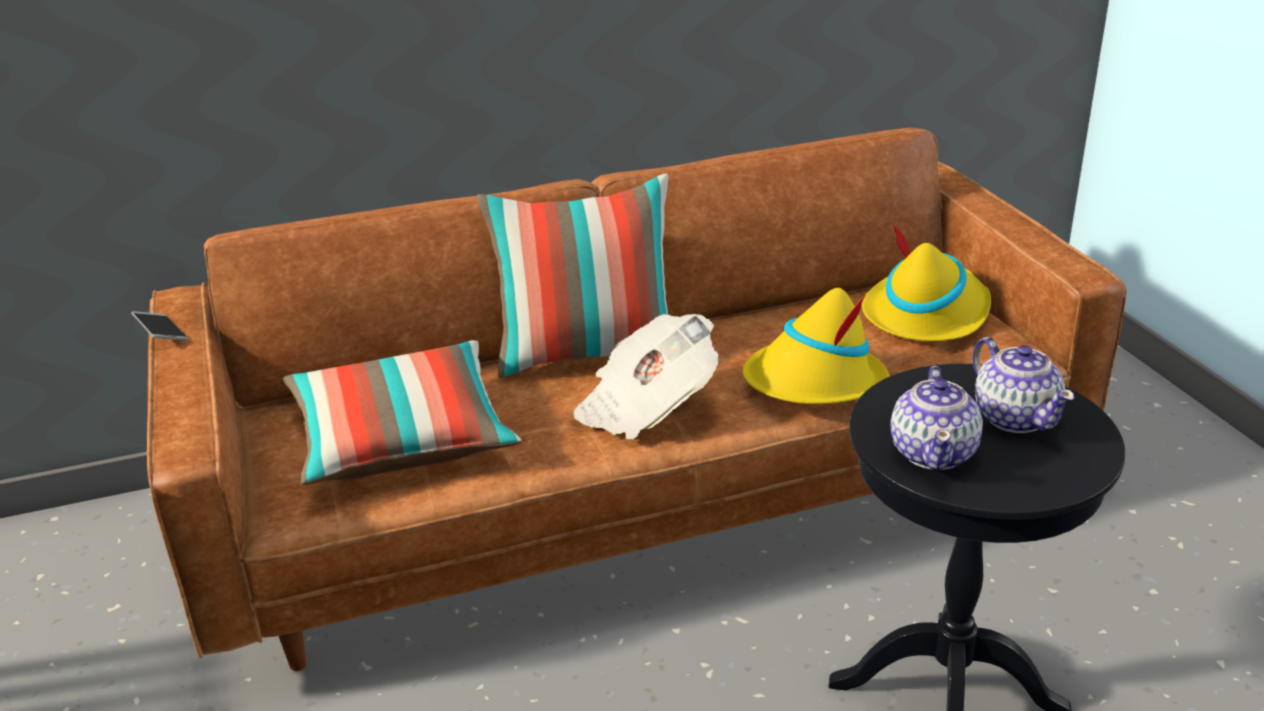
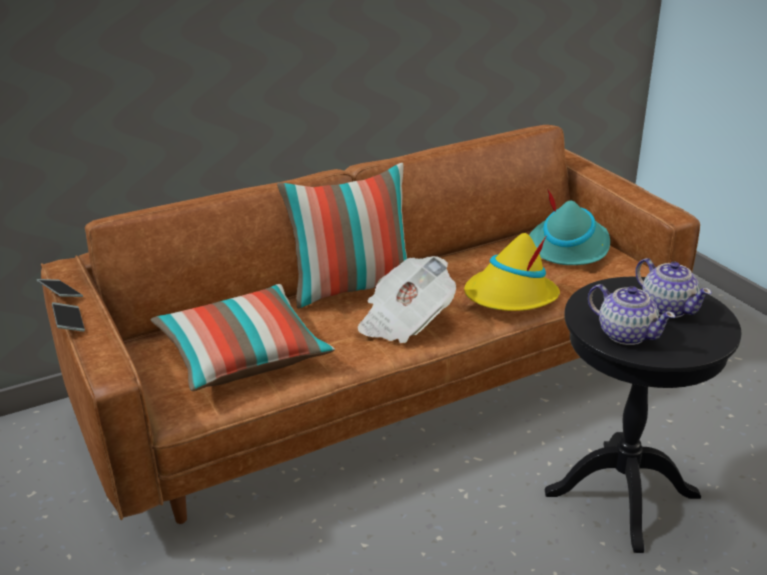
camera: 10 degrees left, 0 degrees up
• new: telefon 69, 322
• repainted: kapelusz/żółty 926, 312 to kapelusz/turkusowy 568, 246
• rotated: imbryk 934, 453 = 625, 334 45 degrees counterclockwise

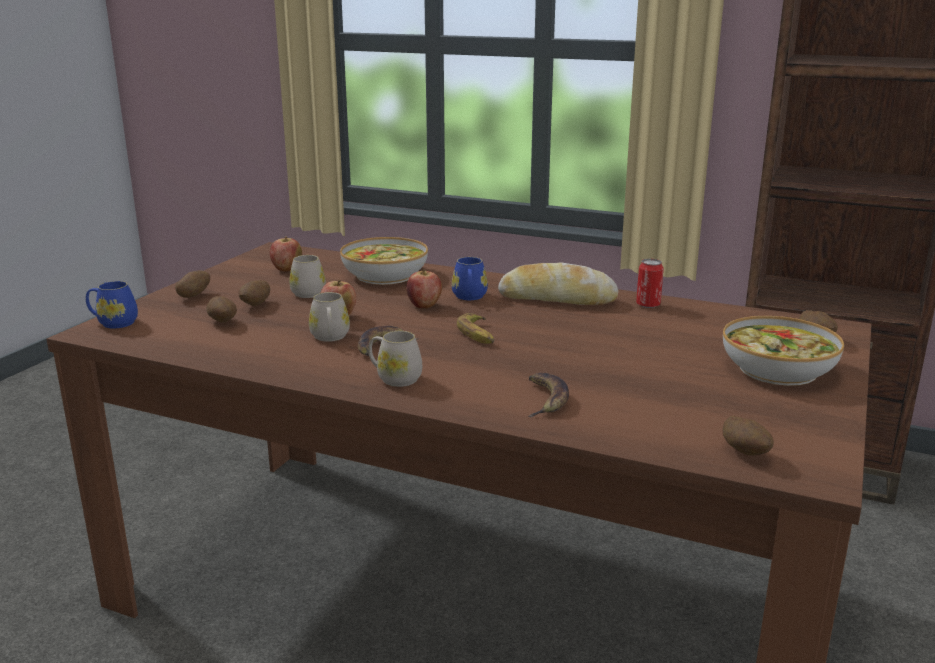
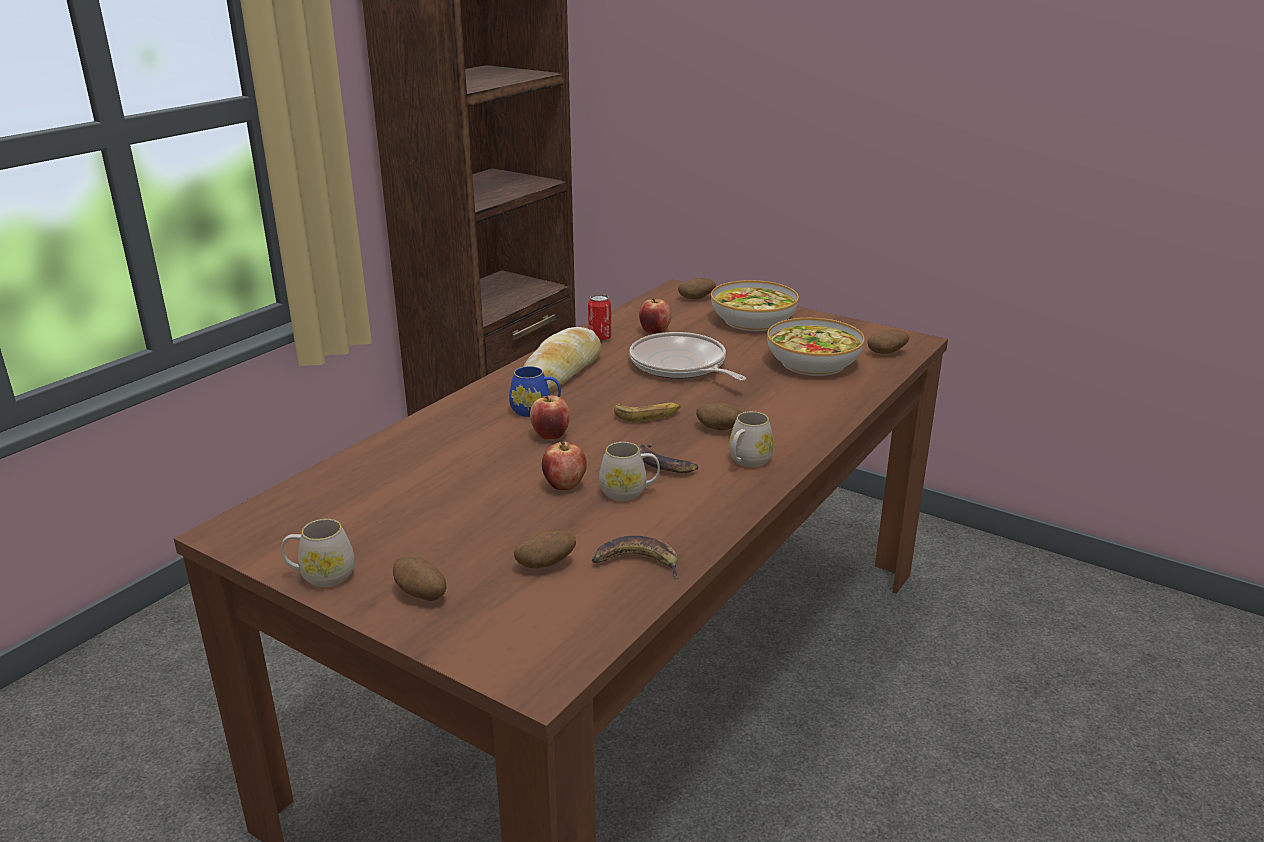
camera: 80 degrees left, 5 degrees up
• shifted: kubek/biały 307, 292 to 321, 576
• shifted: banan 545, 399 to 636, 563
• new: patelnia 681, 366
• shifted: jabłko 287, 269 to 655, 332
• shifted: ziemniak 256, 305 to 719, 429
• shifted: miska 384, 275 to 812, 363
• gone: kubek/niebieski 113, 323

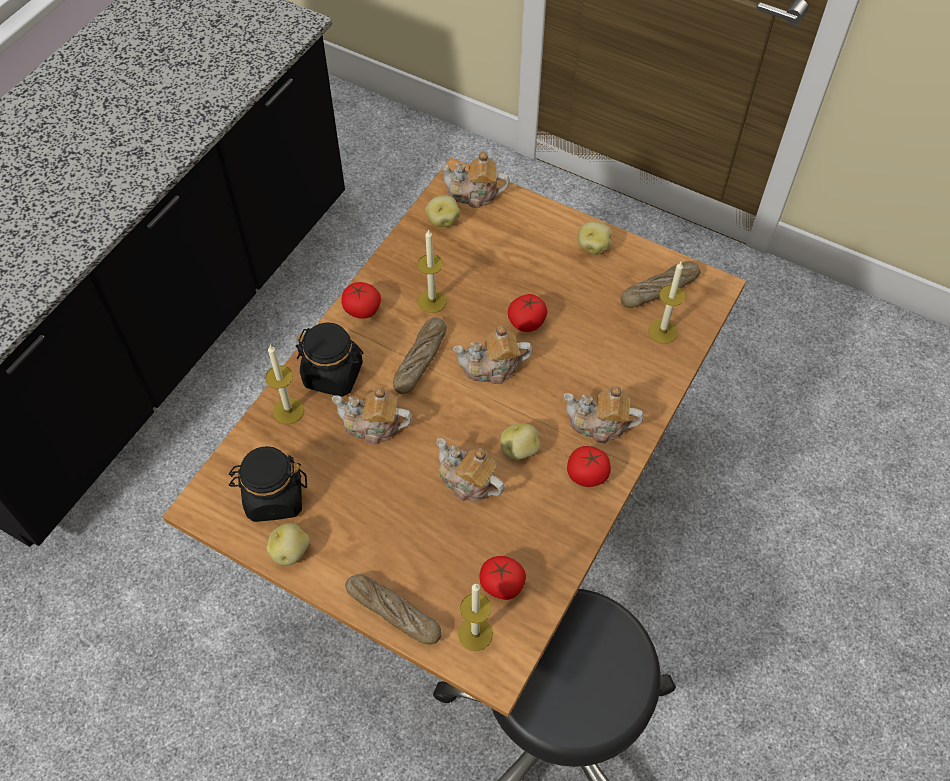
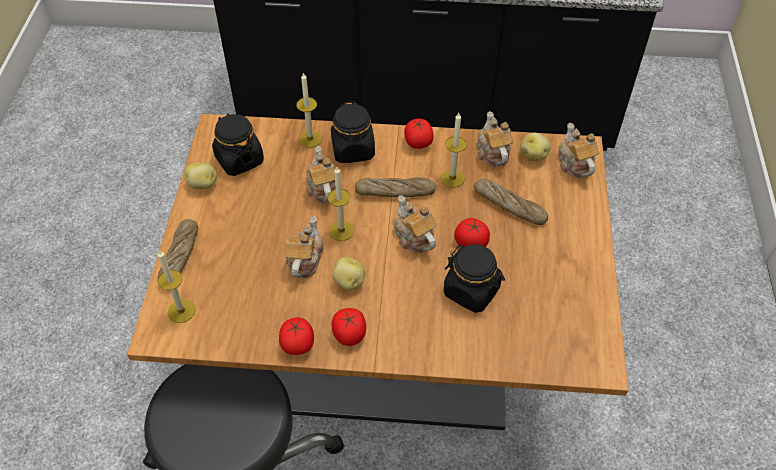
camera: 65 degrees right, 5 degrees down
• shifted: pomidor 501, 584 to 297, 344
• shifted: świeca 662, 331 to 341, 230
• new: słoik/czarny 471, 291
• shifted: chleb 659, 289 to 509, 206
• shifted: imbryk 599, 425 to 492, 152
• gone: ziemniak 593, 246

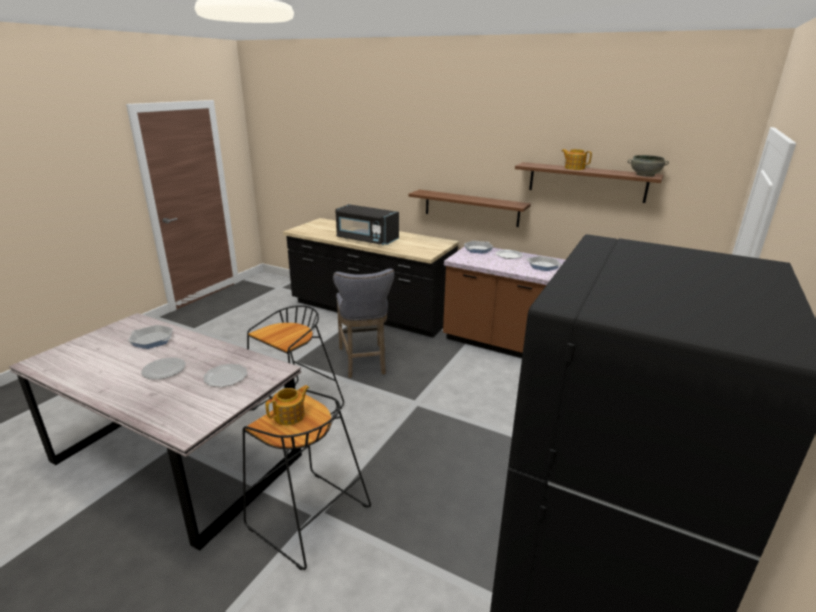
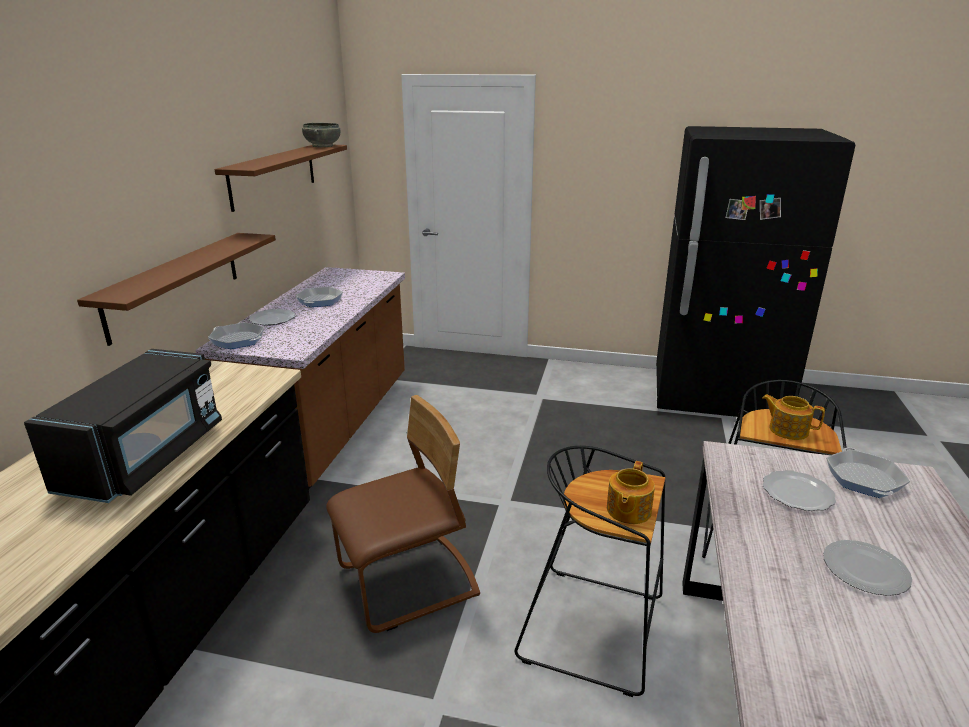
camera: 105 degrees left, 0 degrees up
• swapped: stołek/szary 363, 362 to krzesło/brązowy 408, 583
• shifted: imbryk 574, 168 to 627, 510
• shifted: patelnia 152, 340 to 864, 479

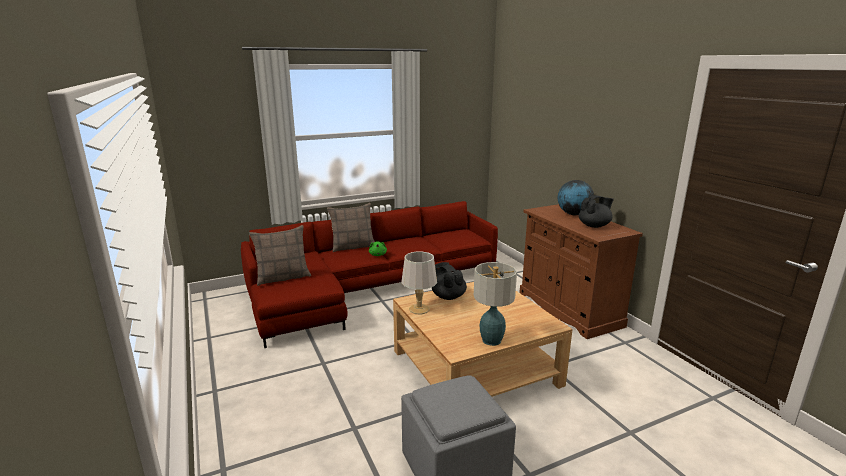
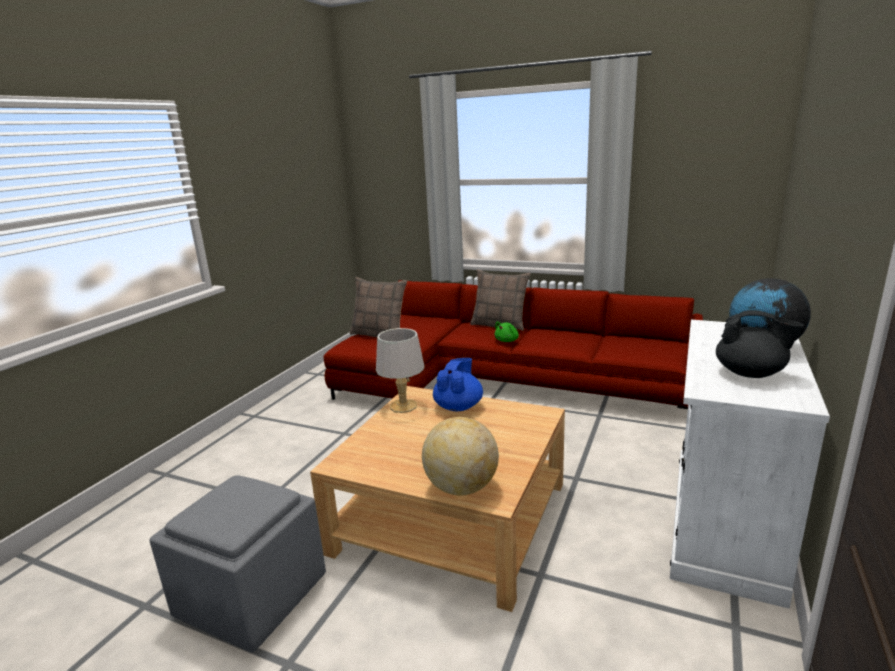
camera: 50 degrees right, 0 degrees up
• new: globus 461, 487
• repainted: imbryk/czarny 448, 296 to imbryk/niebieski 458, 406
• repainted: szafka/brązowy 568, 309 to szafka/biały 723, 522
• gone: lampa stołowa 491, 340

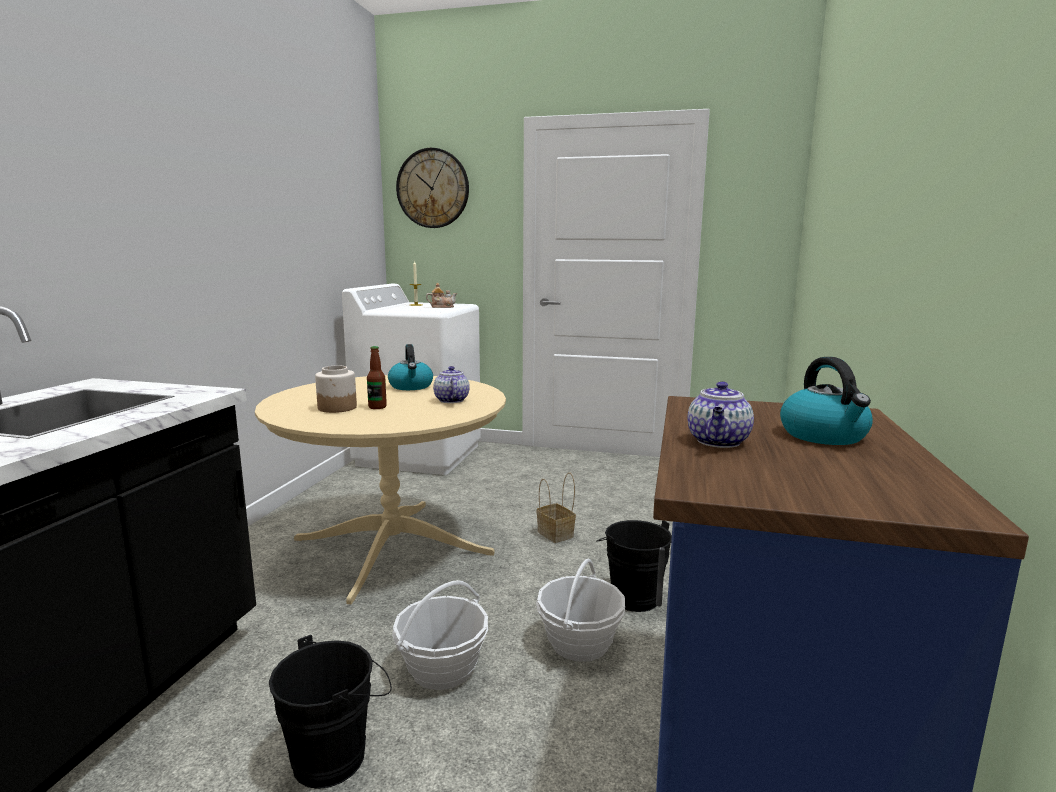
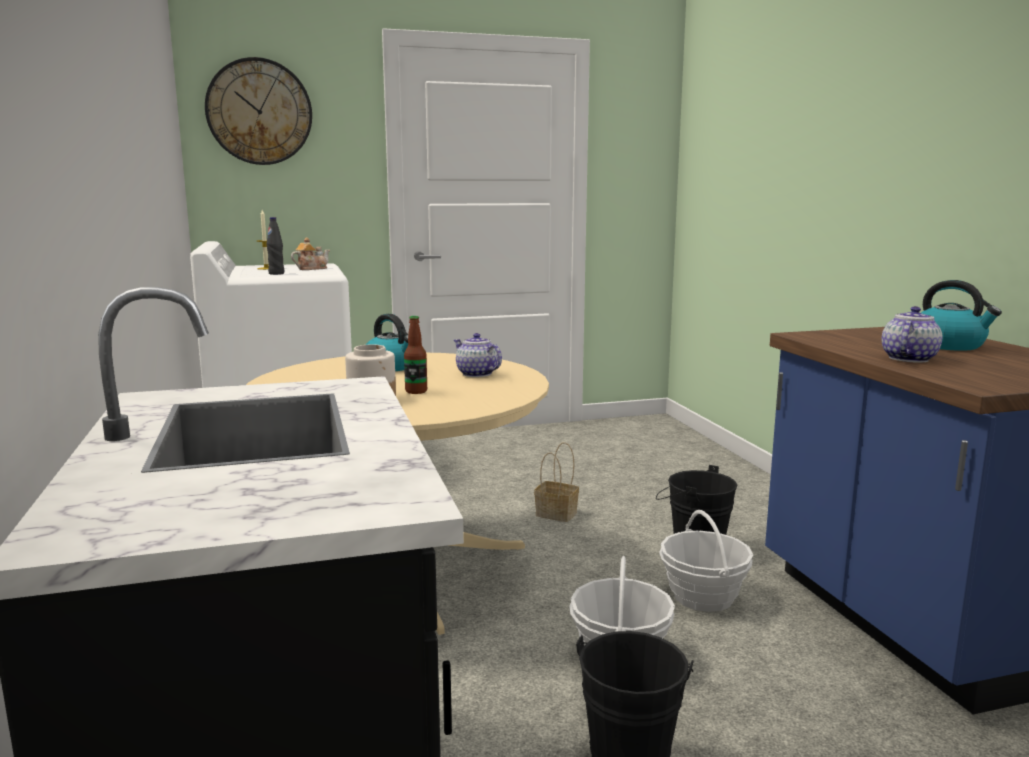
camera: 30 degrees left, 0 degrees up
• new: butelka/czarny 276, 273
• rotated: imbryk 718, 442 = 908, 358 135 degrees counterclockwise

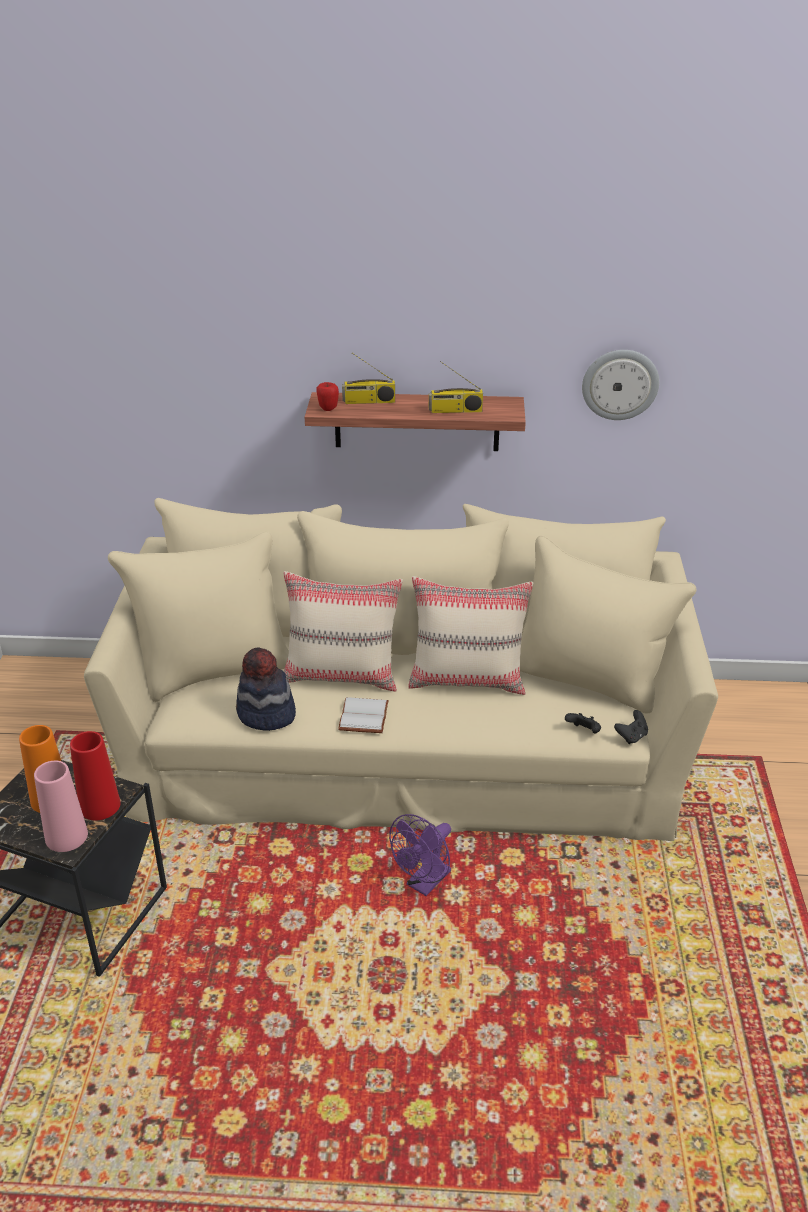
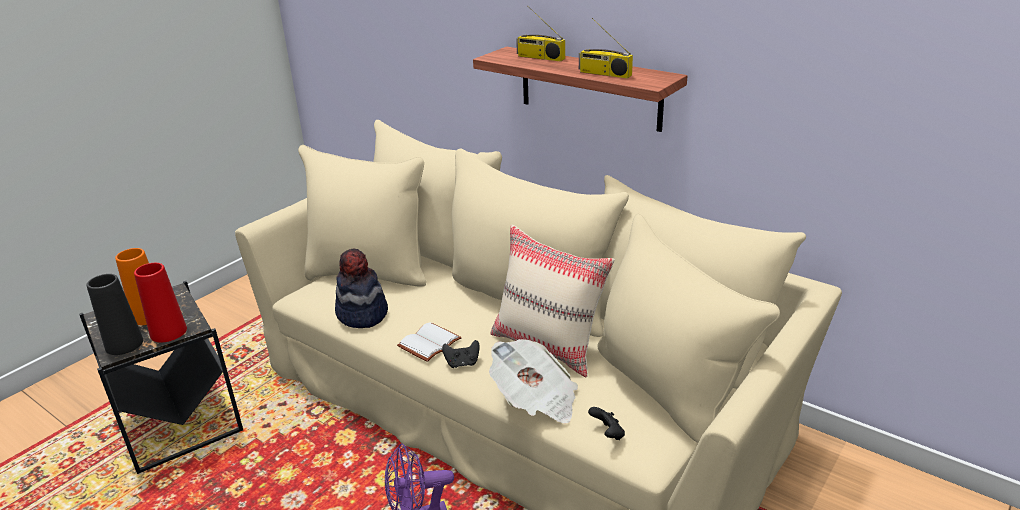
camera: 35 degrees right, 5 degrees down
• repainted: wazon/różowy 66, 836 to wazon/czarny 124, 344
• shifted: pad do gier/czarny 631, 736 to 462, 363
• new: gazeta 535, 399
• gone: poduszka/beżowy 342, 675
• gone: jabłko 328, 408
• gone: zegar ścienny 620, 384

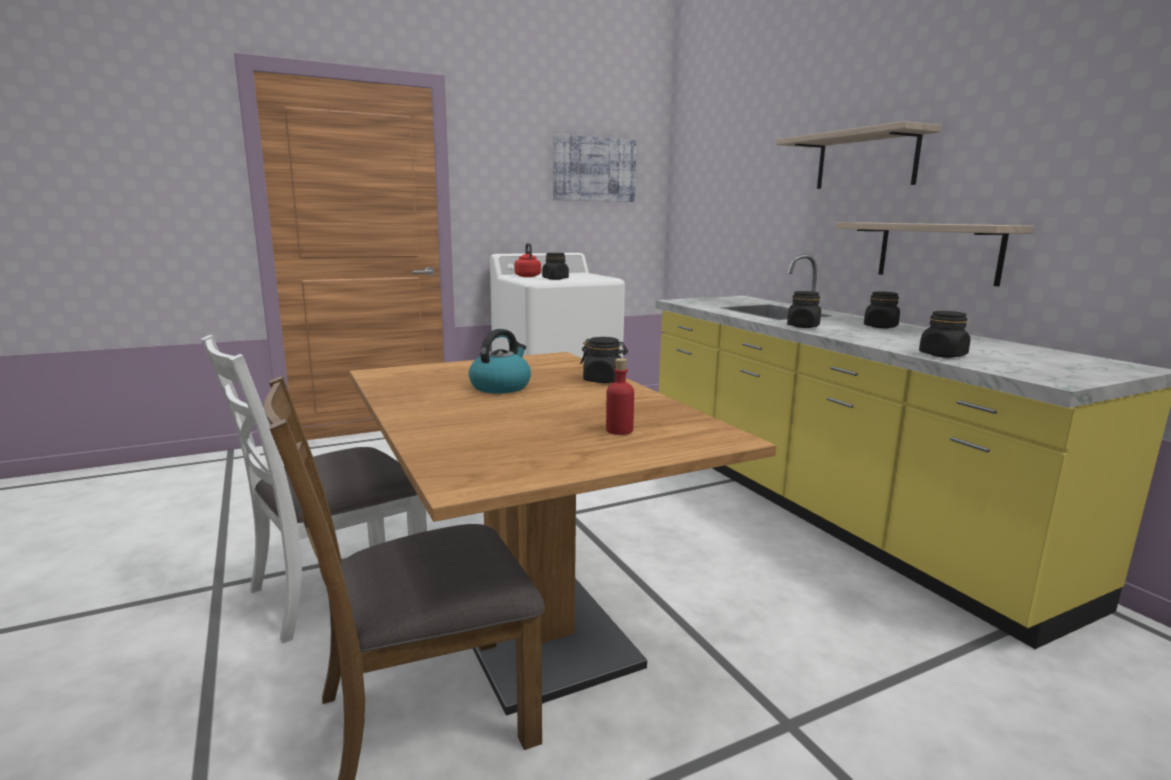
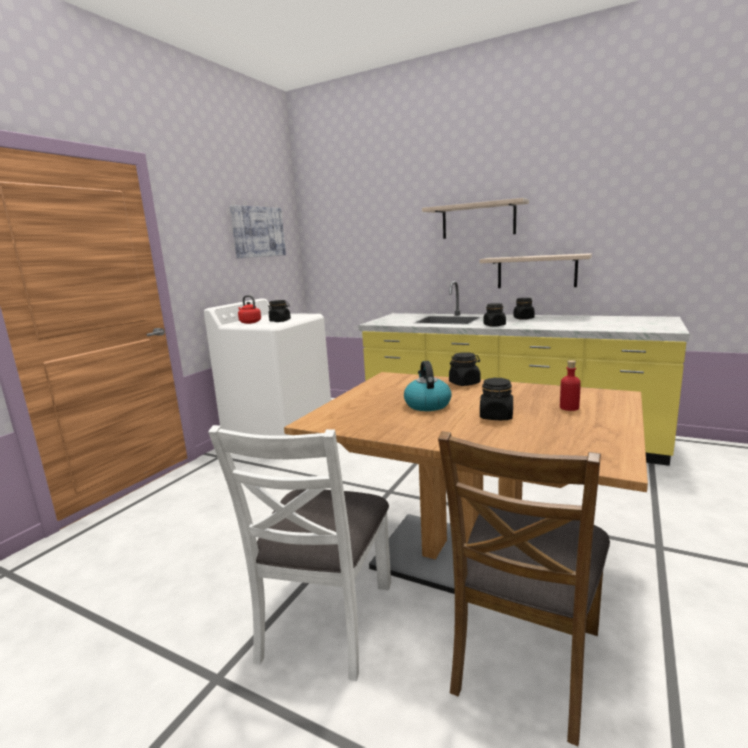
camera: 35 degrees left, 0 degrees up
• shifted: słoik/czarny 942, 355 to 496, 416

